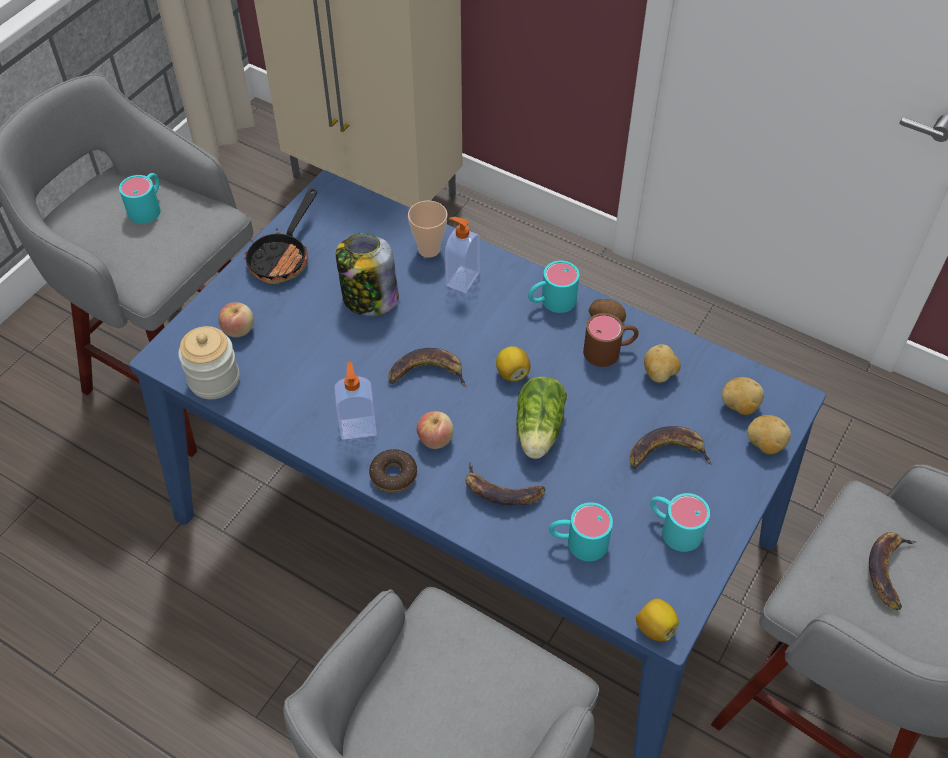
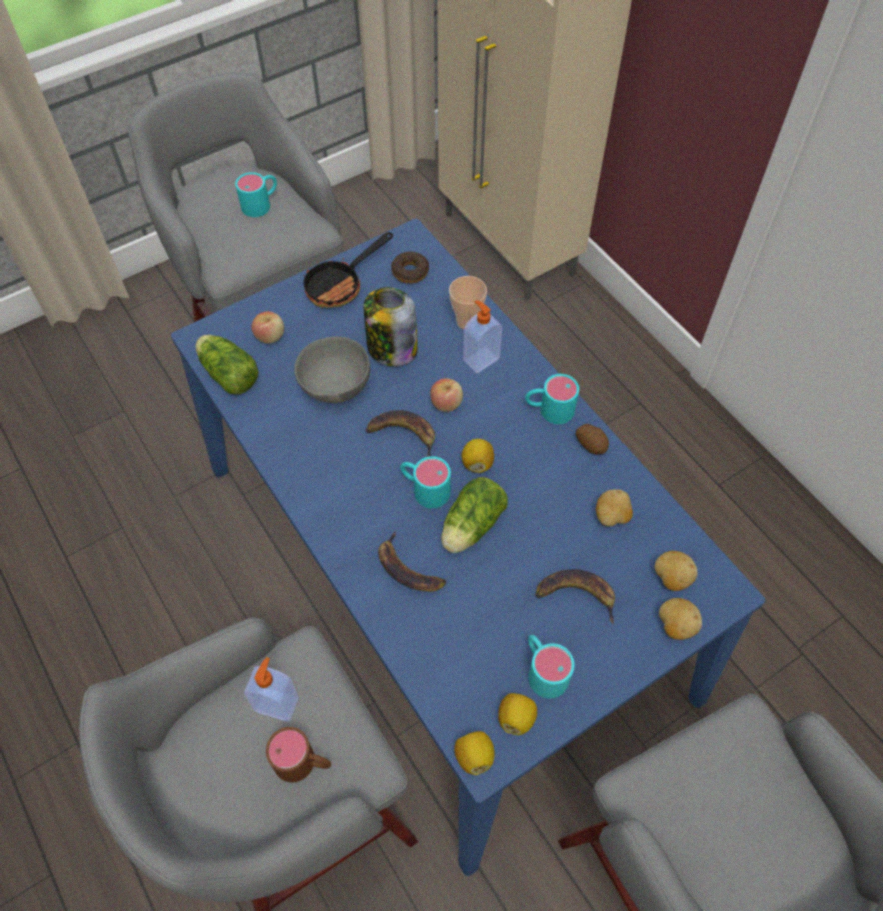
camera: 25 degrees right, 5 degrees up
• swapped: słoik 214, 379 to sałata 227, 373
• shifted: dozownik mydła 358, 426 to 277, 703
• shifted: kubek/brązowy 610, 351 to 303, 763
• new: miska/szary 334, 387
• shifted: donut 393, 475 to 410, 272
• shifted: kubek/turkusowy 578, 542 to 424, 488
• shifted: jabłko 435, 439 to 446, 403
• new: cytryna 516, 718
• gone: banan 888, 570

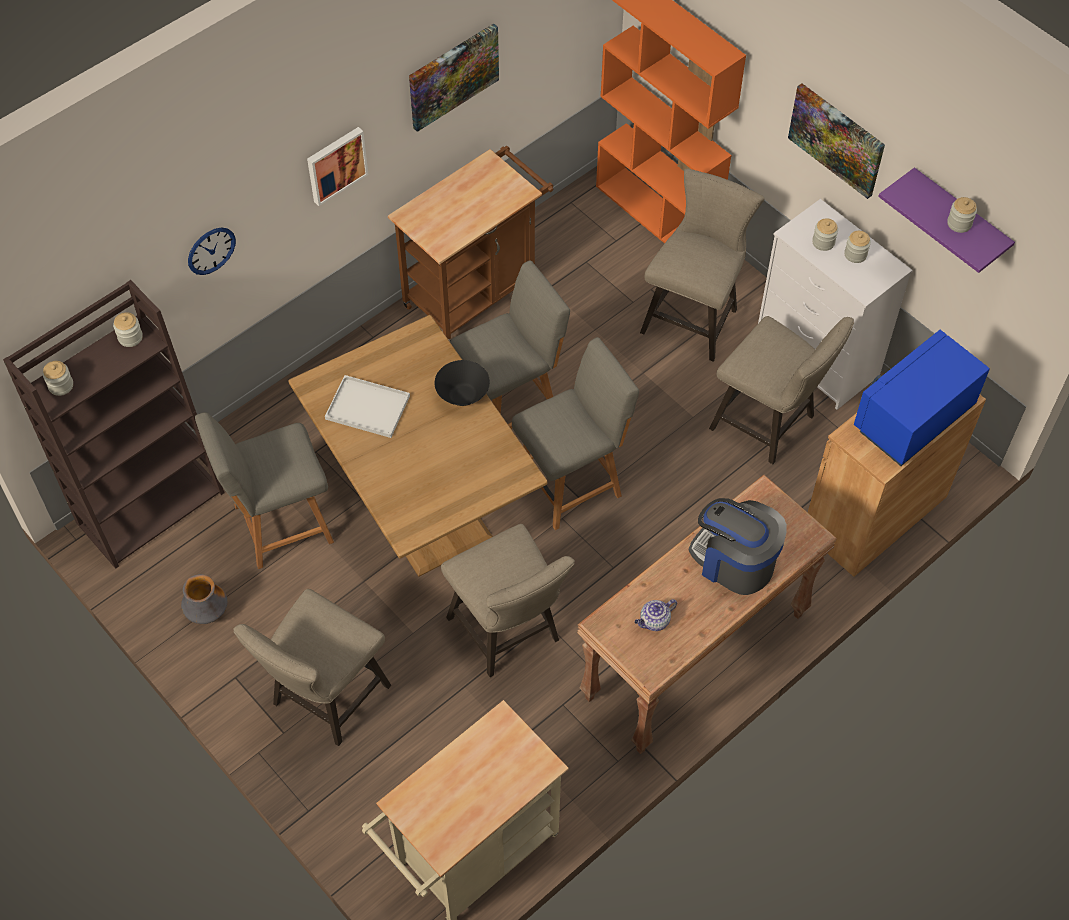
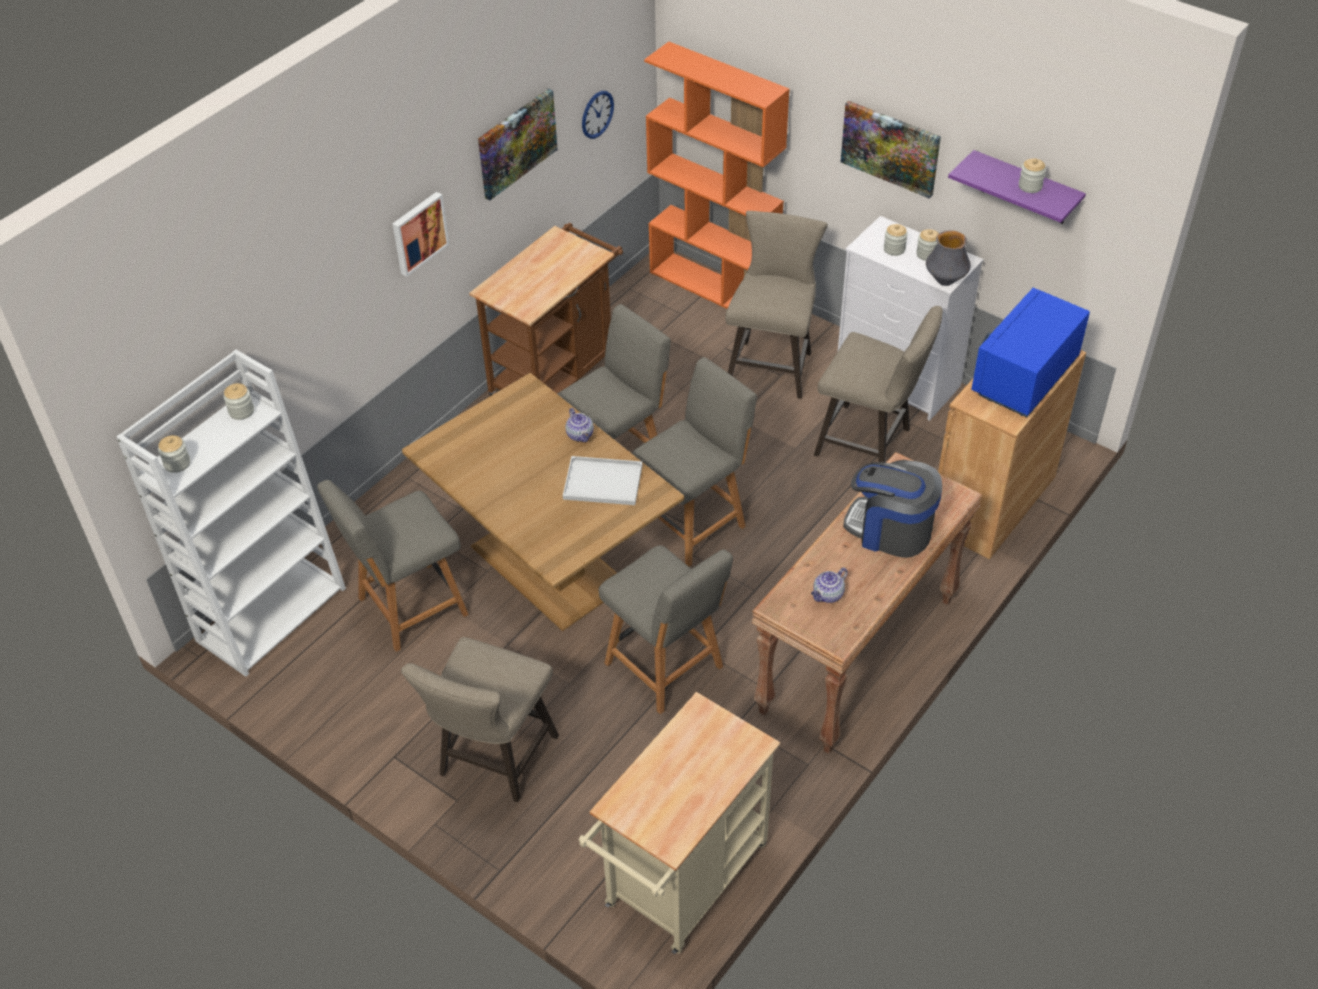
camera: 10 degrees left, 10 degrees down
• repainted: regał/brązowy 151, 506 to regał/biały 271, 613
• shifted: taca/biały 366, 408 to 601, 482
• swapped: miska/czarny 463, 395 to imbryk 580, 435
• shifted: zegar ścienny 211, 250 to 597, 114
• swapped: stołek/beżowy 508, 634 to krzesło/szary 666, 668
• shifted: wazon 207, 613 to 945, 281

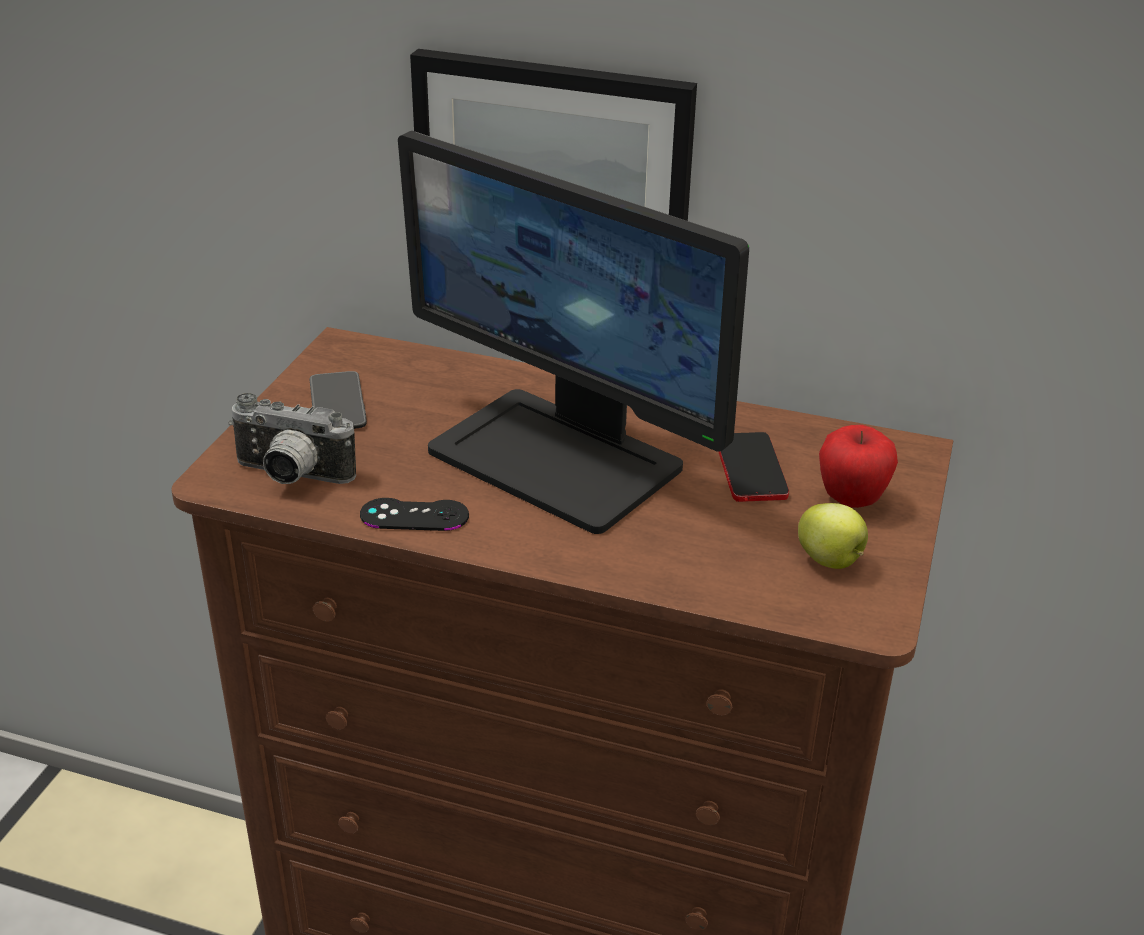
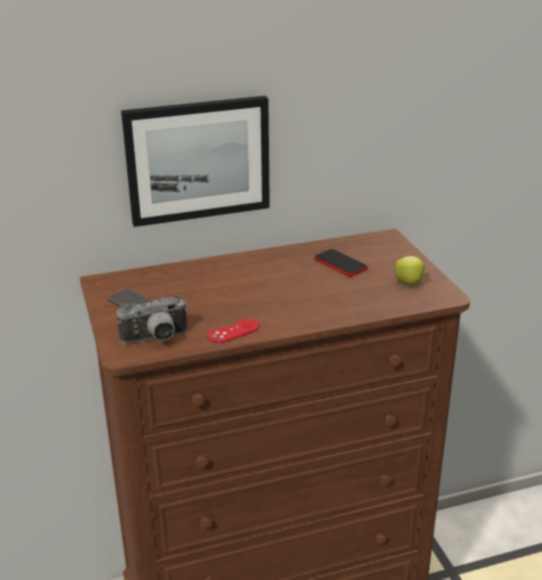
camera: 35 degrees left, 5 degrees down
• repainted: pad do gier/czarny 414, 515 to pad do gier/czerwony 233, 331
• gone: monitor 559, 458
• gone: jabłko 851, 500

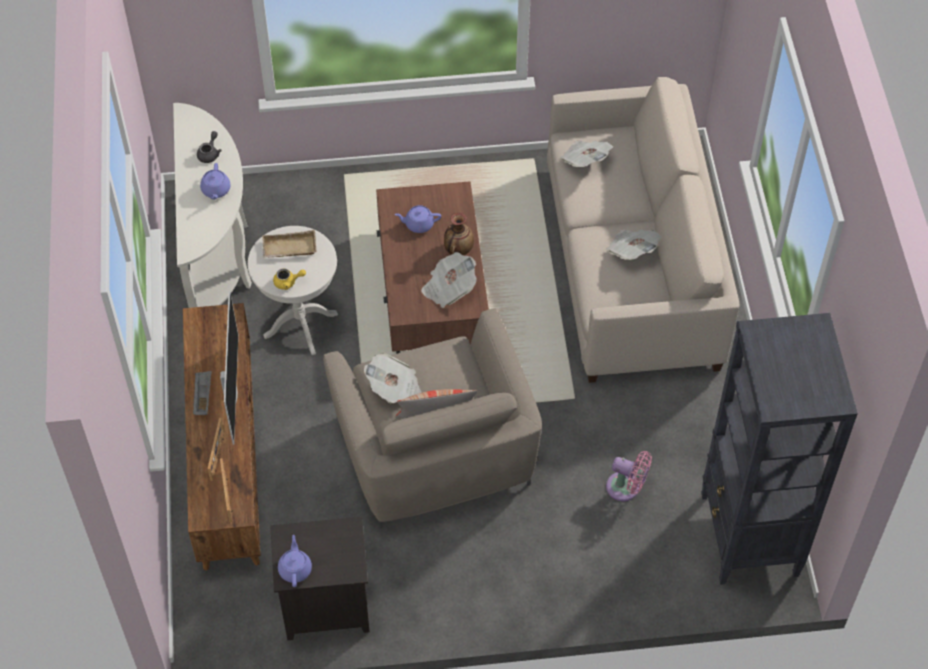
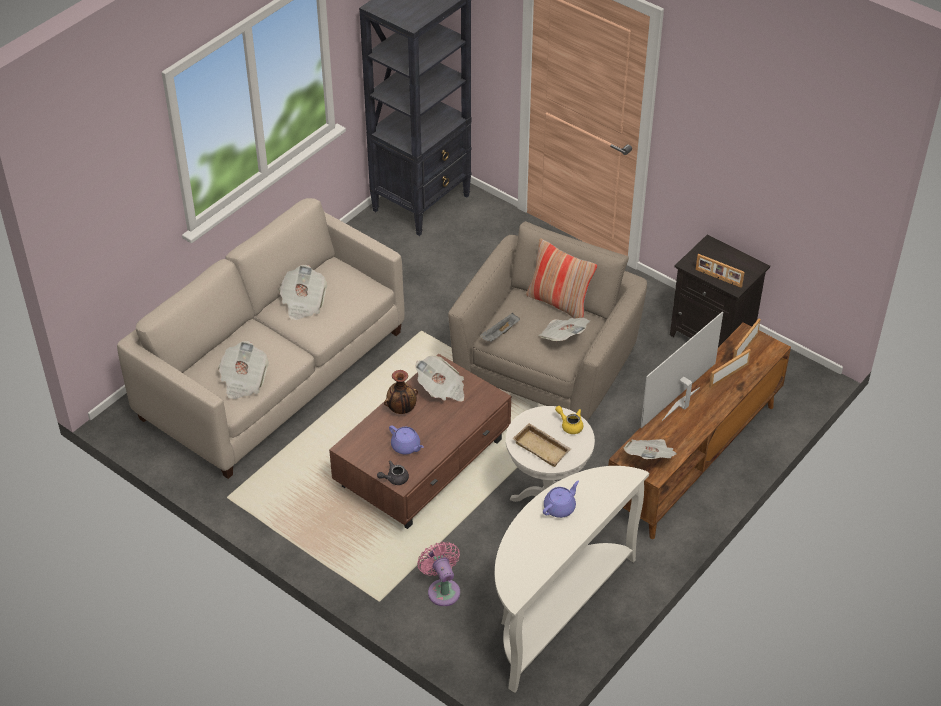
camera: 135 degrees left, 10 degrees down
• shifted: imbryk/szary 210, 153 to 394, 478
• shifted: wentylator/różowy 626, 488 to 442, 589
• shifted: taca/szary 202, 397 to 500, 334
• new: gazeta 649, 458
• new: ramka na zdjęcie 718, 278
• gone: imbryk/fioletowy 295, 569

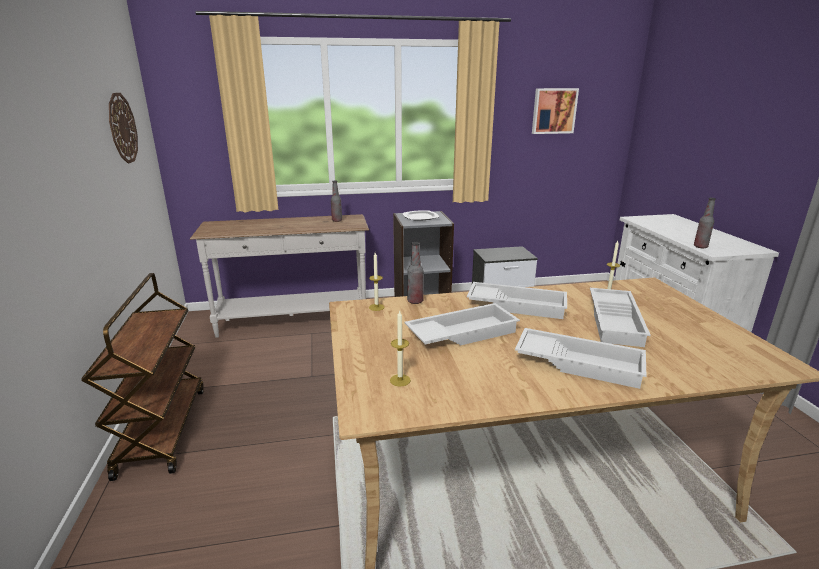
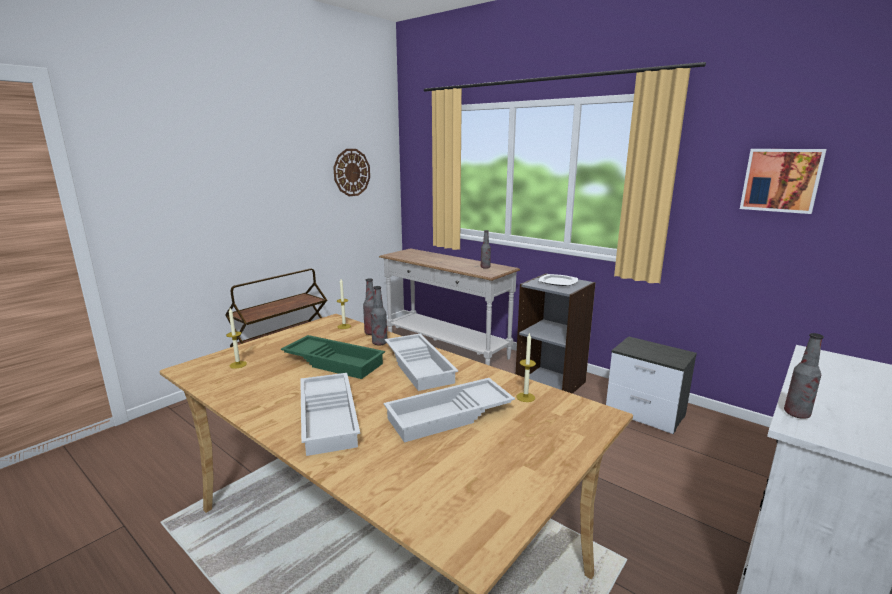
camera: 50 degrees right, 5 degrees down
• repainted: taca/biały 462, 332 to taca/zielony 335, 361
• new: butelka 379, 343

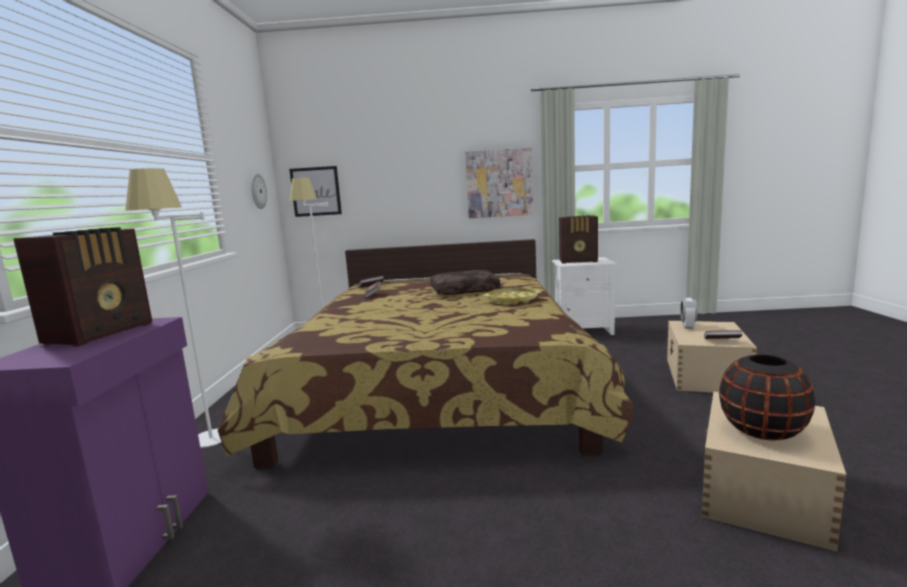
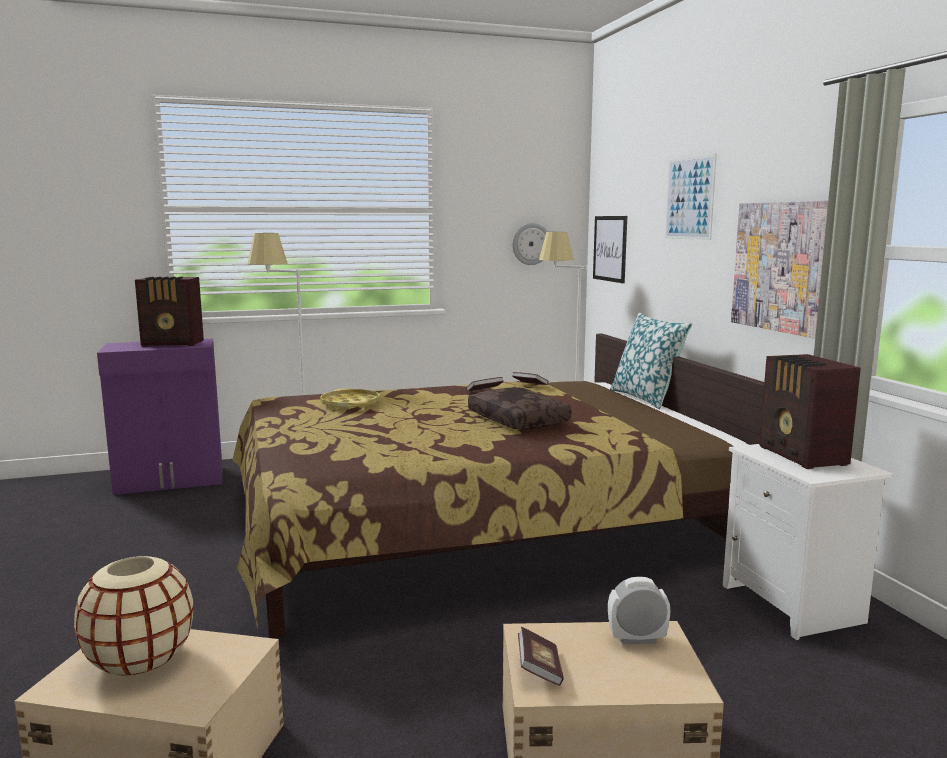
camera: 70 degrees right, 0 degrees up
• repainted: wazon/czarny 762, 431 to wazon/beżowy 140, 660
• shifted: taca/żółty 512, 300 to 350, 404
• new: poduszka 646, 398
• new: obraz 689, 198

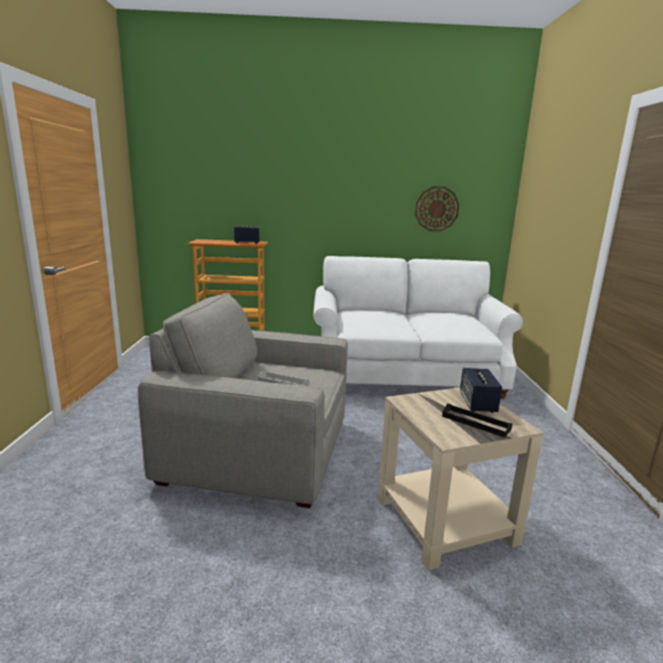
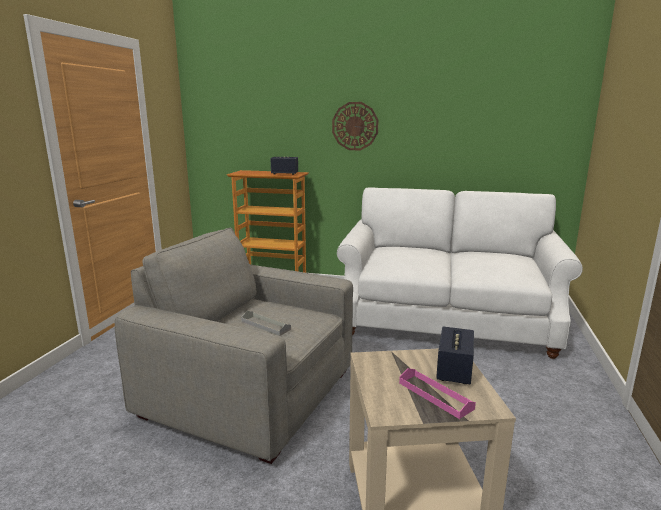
camera: 15 degrees right, 0 degrees up
• shifted: zegar ścienny 436, 209 to 355, 126
• repainted: taca/czarny 476, 423 to taca/różowy 435, 395

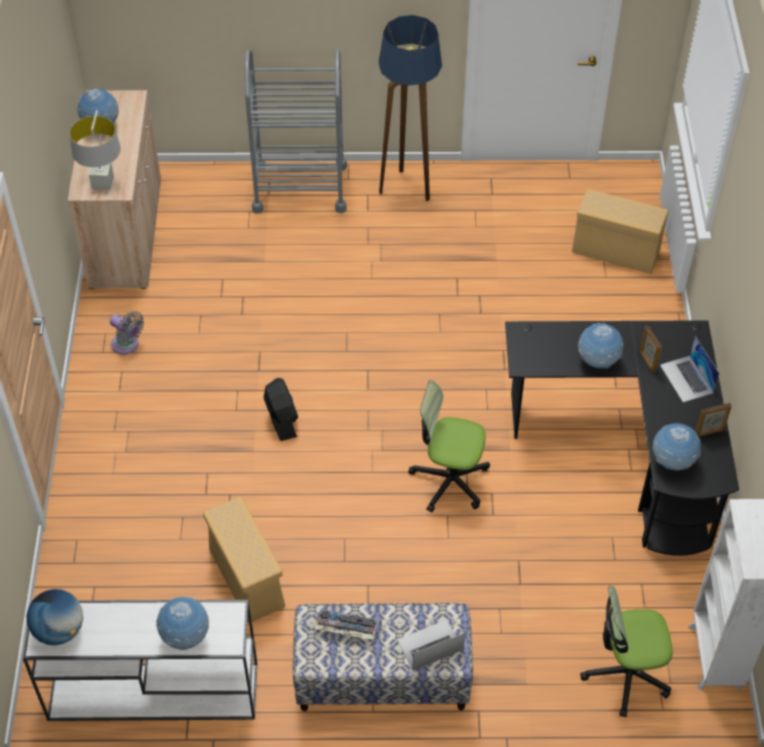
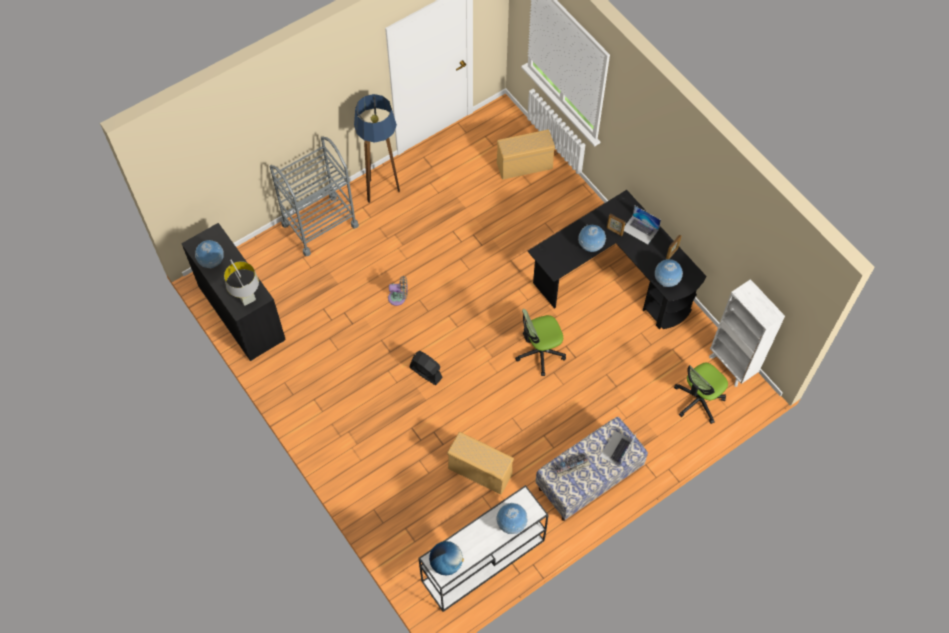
camera: 35 degrees left, 10 degrees up
• repainted: szafka/beżowy 126, 233 to szafka/czarny 242, 313
• shifted: wentylator/szary 127, 345 to 399, 298

